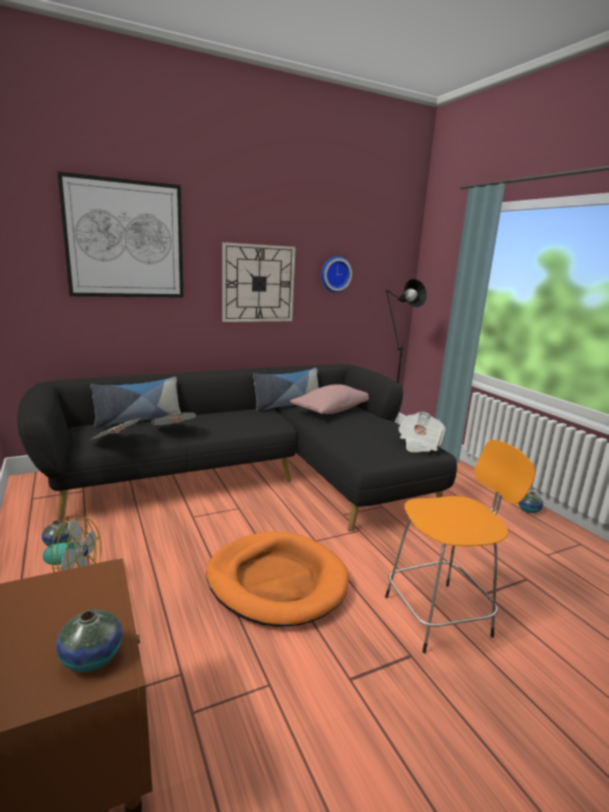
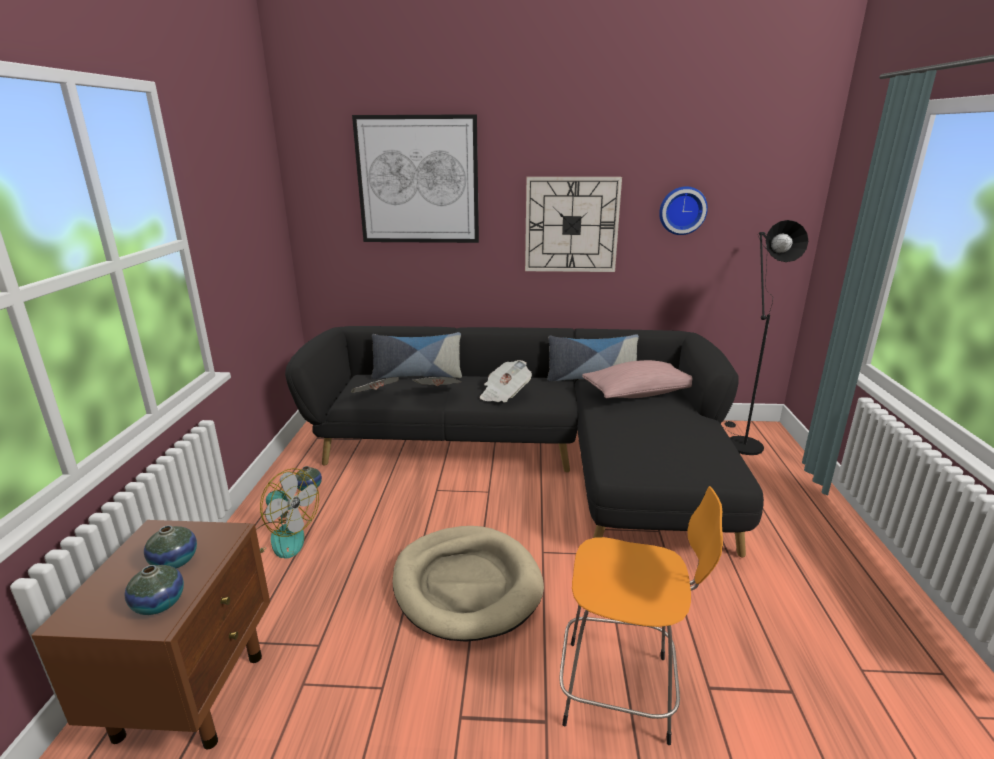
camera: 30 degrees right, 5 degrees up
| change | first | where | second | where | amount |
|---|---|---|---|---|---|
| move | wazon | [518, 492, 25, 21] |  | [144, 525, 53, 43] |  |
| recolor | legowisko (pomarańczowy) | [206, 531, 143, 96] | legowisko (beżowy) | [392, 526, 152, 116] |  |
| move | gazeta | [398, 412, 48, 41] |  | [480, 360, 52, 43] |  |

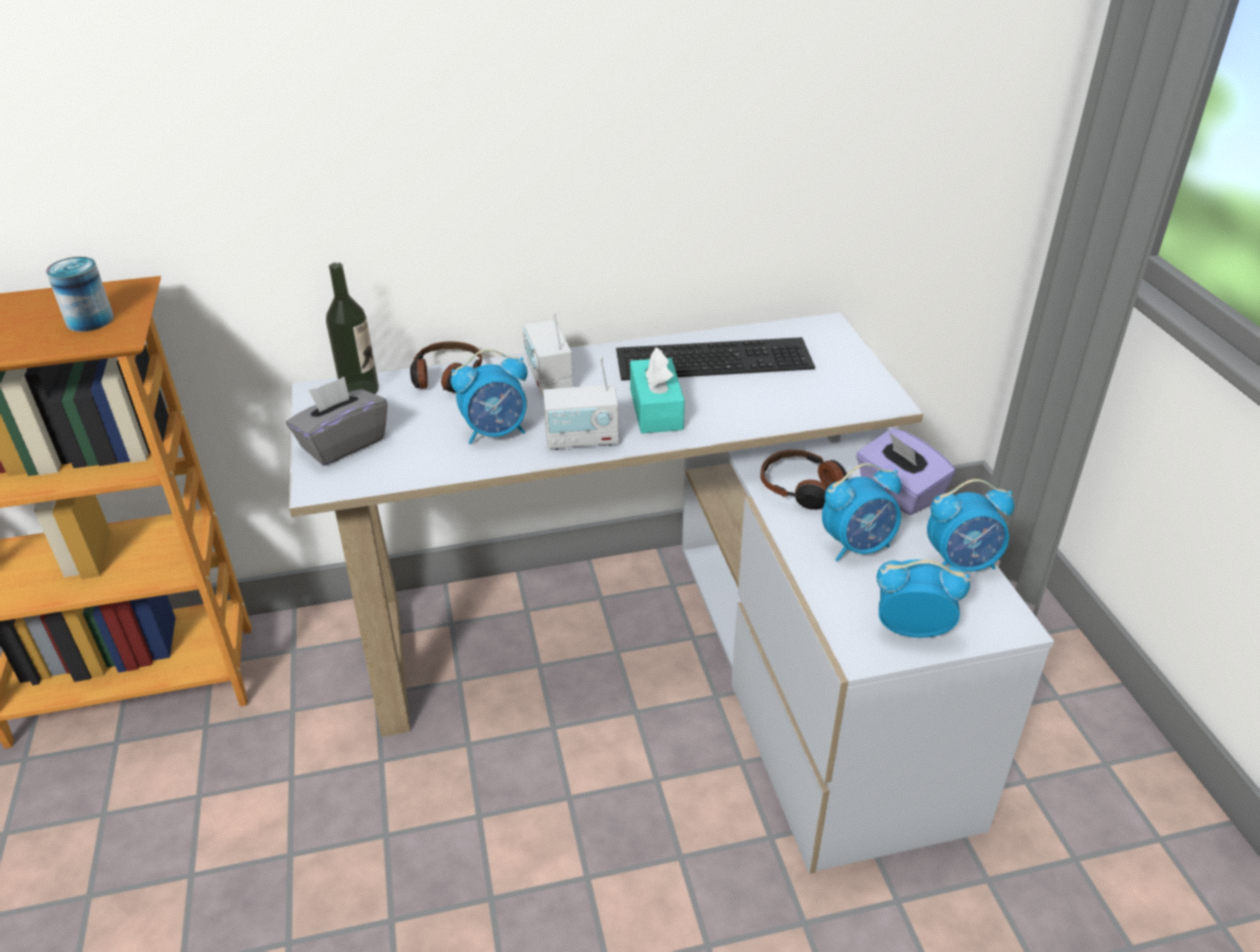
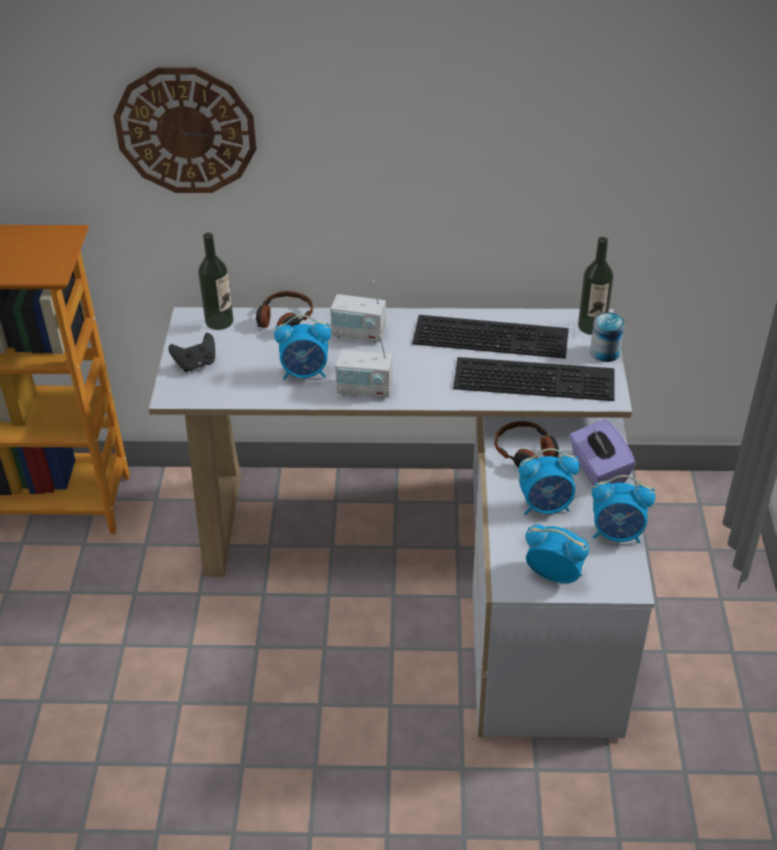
camera: 15 degrees right, 5 degrees up
| change | first | where | second | where | amount |
|---|---|---|---|---|---|
| insert |  |  | zegar ścienny | [113, 67, 144, 126] |  |
| replace | pudełko chusteczek (szary) | [286, 377, 102, 89] | pad do gier (czarny) | [168, 333, 47, 39] |  |
| rotate | radio | [523, 313, 50, 82] |  | [330, 281, 56, 62] | 75 degrees counterclockwise |
| insert |  |  | klawiatura | [453, 357, 162, 44] |  |
| insert |  |  | butelka | [578, 237, 35, 98] |  |
| move | puszka | [46, 257, 68, 75] |  | [590, 312, 34, 50] |  |
| delete | pudełko chusteczek (turkusowy) | [630, 348, 55, 85] |  |  |  |

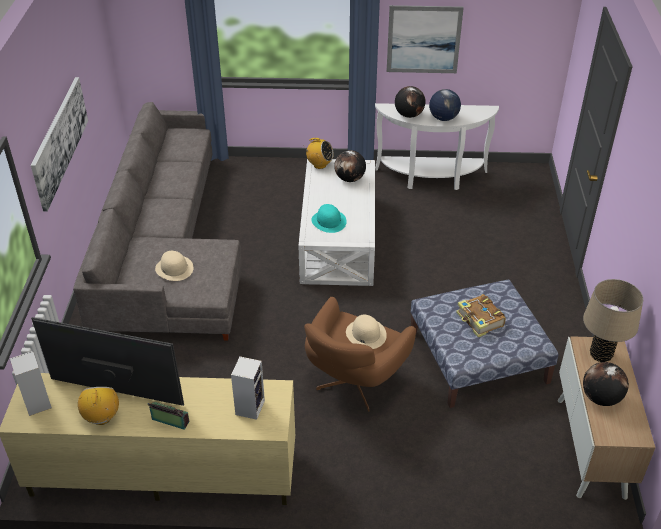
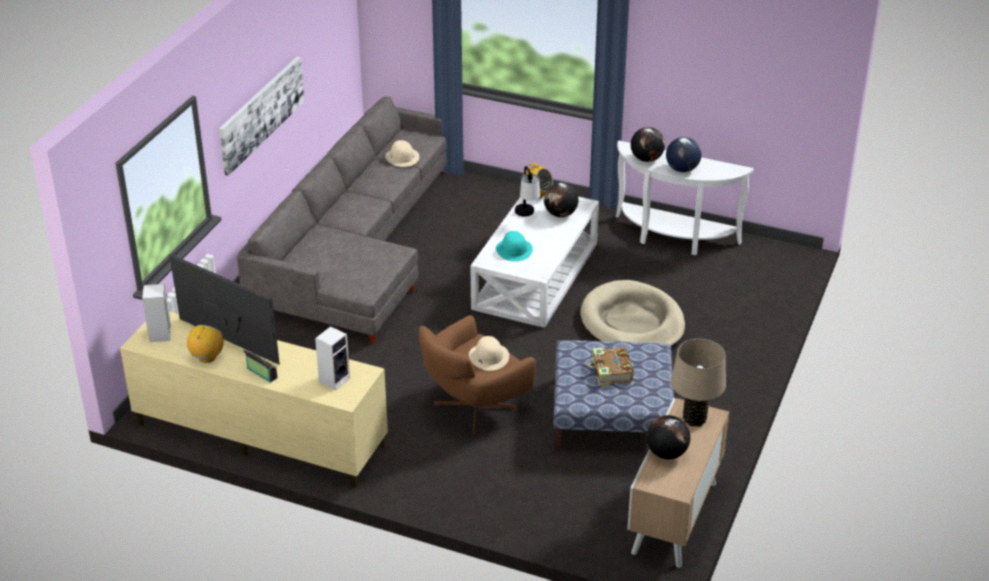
camera: 20 degrees right, 5 degrees down
| change | first | where | second | where | amount |
|---|---|---|---|---|---|
| move | kapelusz (beżowy) | [155, 251, 38, 30] |  | [385, 140, 34, 27] |  |
| insert |  |  | lampa stołowa | [515, 166, 25, 51] |  |
| insert |  |  | legowisko (beżowy) | [581, 280, 104, 68] |  |
| delete | obraz | [387, 5, 77, 68] |  |  |  |

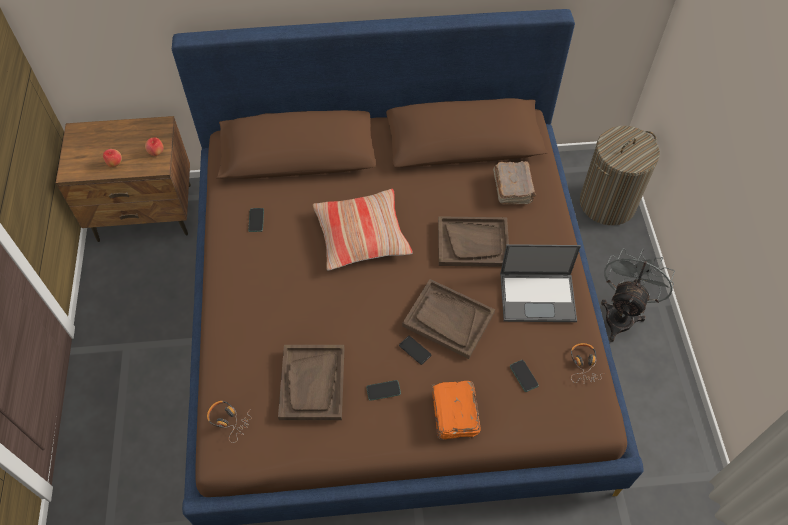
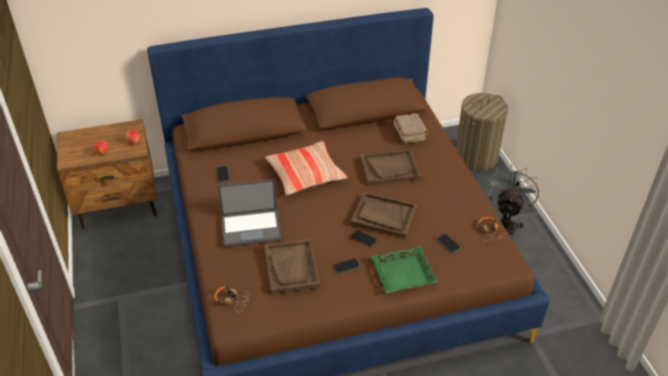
camera: 10 degrees left, 15 degrees down
| change | first | where | second | where | amount |
|---|---|---|---|---|---|
| move | laptop | [500, 244, 81, 78] |  | [217, 179, 64, 68] |  |
| replace | książka (pomarańczowy) | [431, 381, 50, 59] | taca (zielony) | [370, 246, 68, 47] |  |

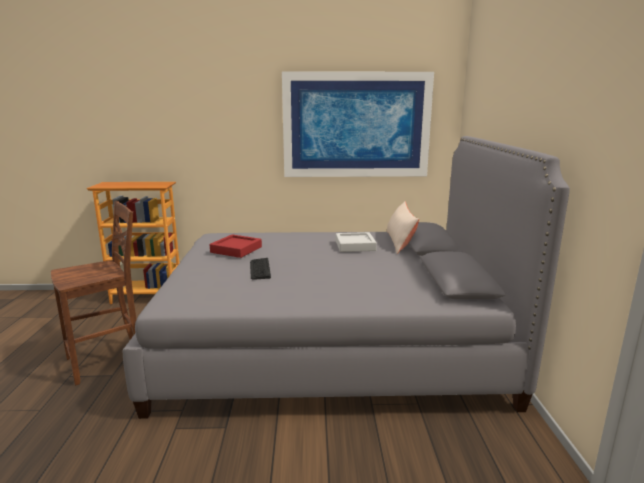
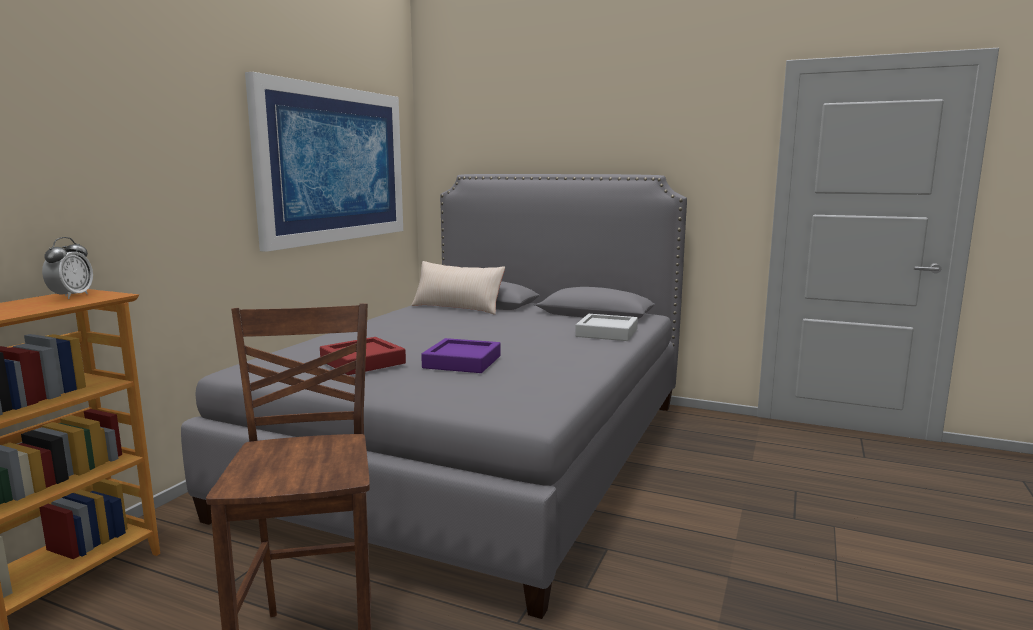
camera: 65 degrees left, 5 degrees down
| change | first | where | second | where | amount |
|---|---|---|---|---|---|
| insert |  |  | budzik | [42, 237, 51, 62] |  |
| replace | klawiatura | [250, 258, 21, 22] | taca (fioletowy) | [421, 338, 80, 35] |  |
| move | taca (szary) | [336, 232, 41, 20] |  | [575, 314, 63, 27] |  |

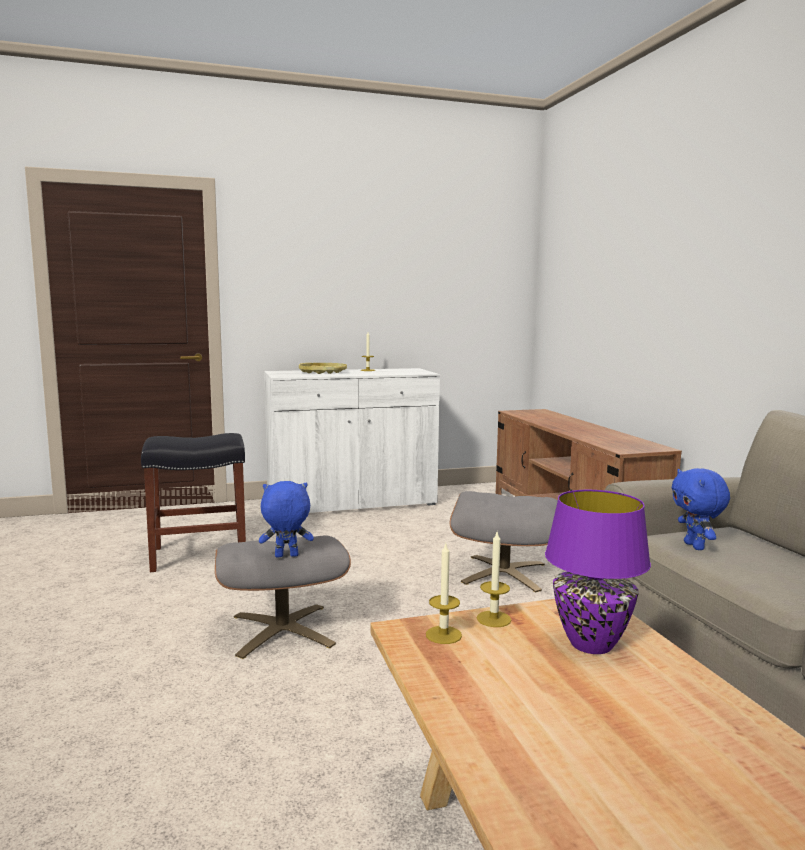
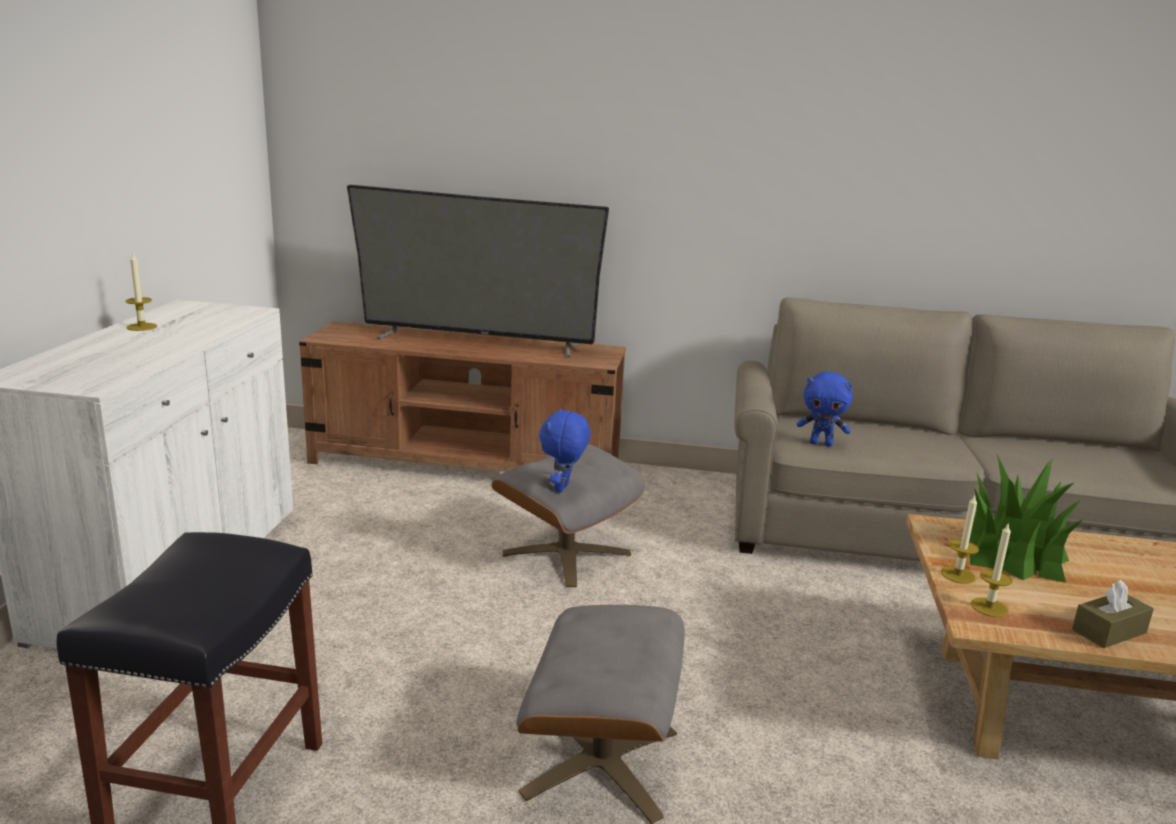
camera: 65 degrees left, 10 degrees up
| change | first | where | second | where | amount |
|---|---|---|---|---|---|
| insert |  |  | telewizor | [347, 185, 262, 172] |  |
| move | pluszak (niebieski) | [259, 481, 55, 76] |  | [539, 408, 51, 85] |  |
| replace | lampa stołowa (fioletowy) | [545, 490, 106, 164] | roślina doniczkowa | [969, 454, 115, 129] |  |
| insert |  |  | pudełko chusteczek (brązowy) | [1072, 580, 82, 68] |  |
| delete | taca (żółty) | [299, 363, 48, 11] |  |  |  |

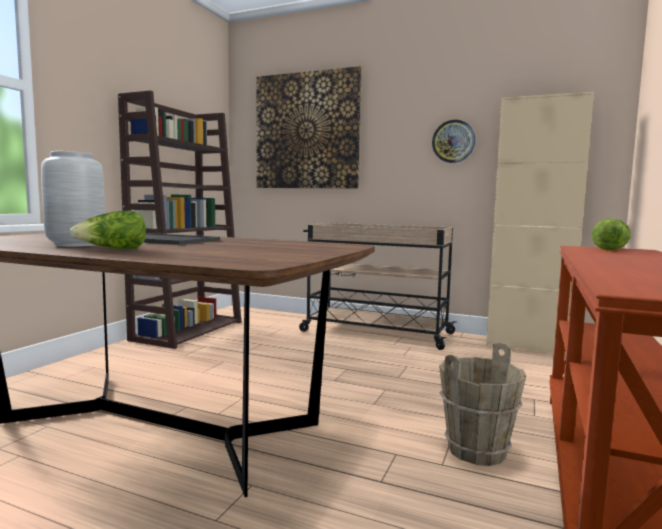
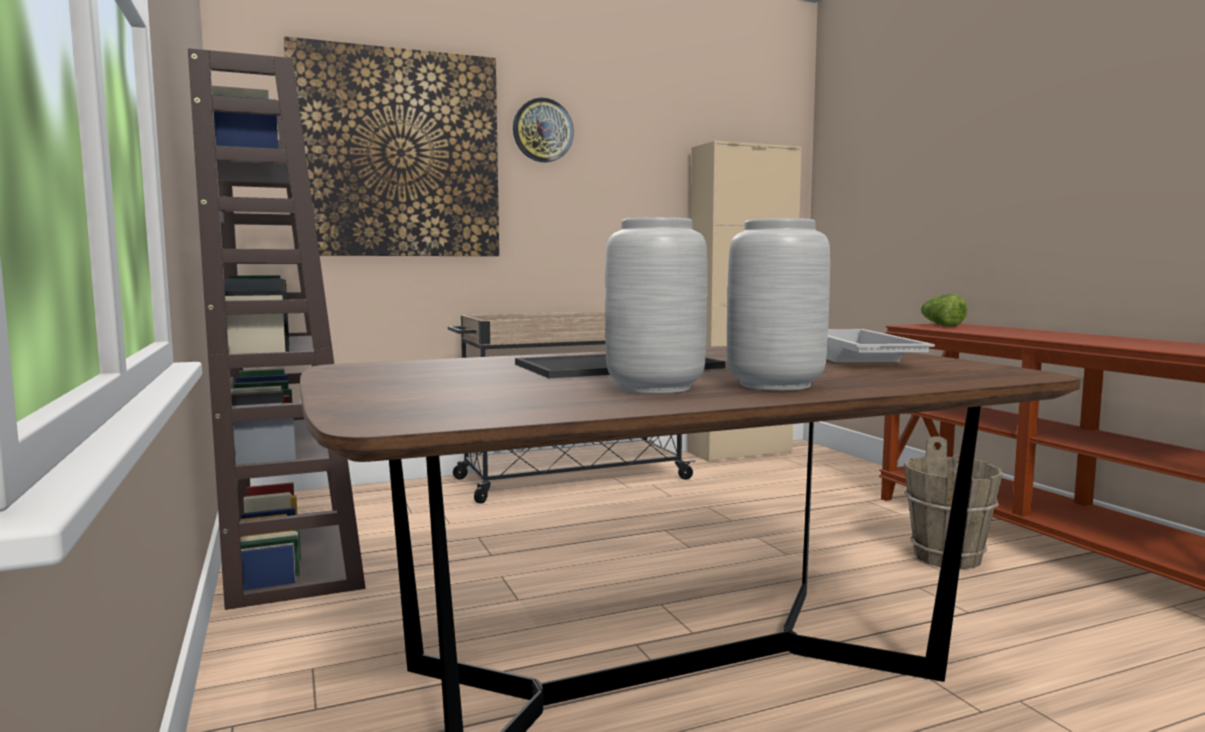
camera: 45 degrees left, 0 degrees up
| change | first | where | second | where | amount |
|---|---|---|---|---|---|
| move | zegar ścienny | [432, 120, 43, 43] |  | [513, 98, 61, 64] |  |
| replace | sałata | [70, 211, 76, 38] | wazon (szary) | [727, 218, 103, 173] |  |
| insert |  |  | taca (biały) | [826, 329, 109, 33] |  |

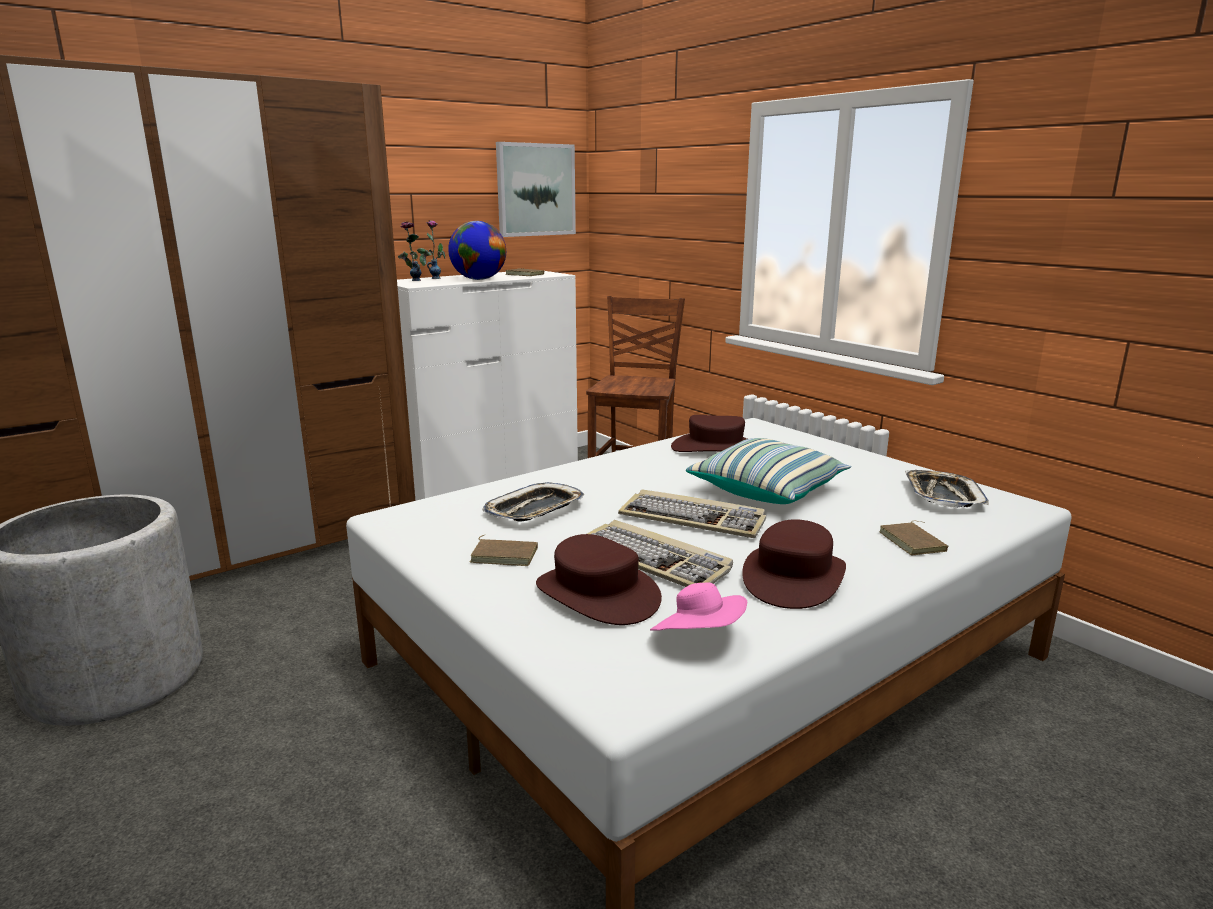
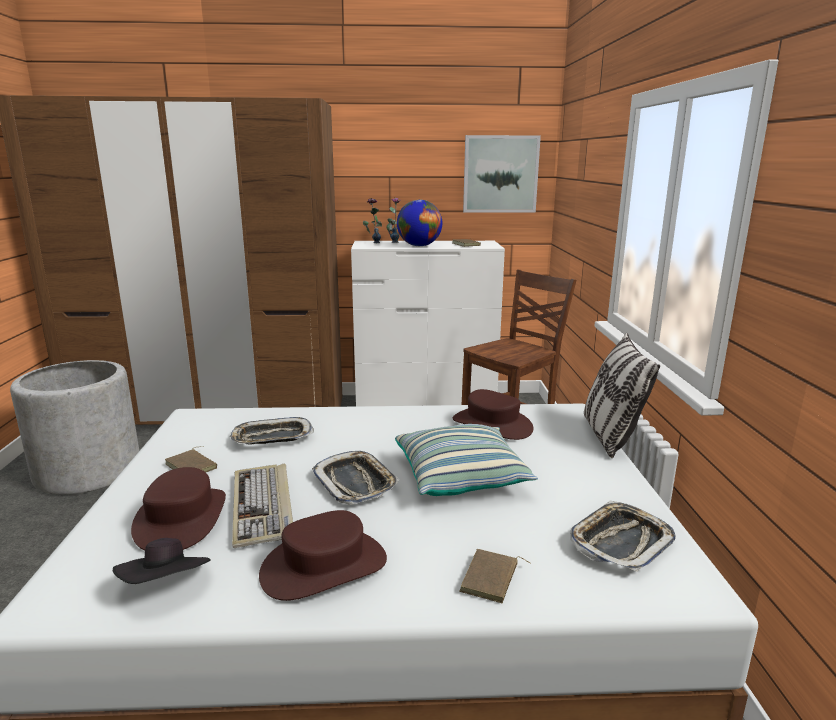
camera: 35 degrees right, 0 degrees up
| change | first | where | second | where | amount |
|---|---|---|---|---|---|
| recolor | kapelusz (różowy) | [650, 583, 97, 48] | kapelusz (czarny) | [113, 538, 97, 46] |  |
| replace | klawiatura | [618, 489, 148, 49] | taca | [312, 451, 88, 54] |  |
| insert |  |  | poduszka | [584, 333, 76, 125] |  |

